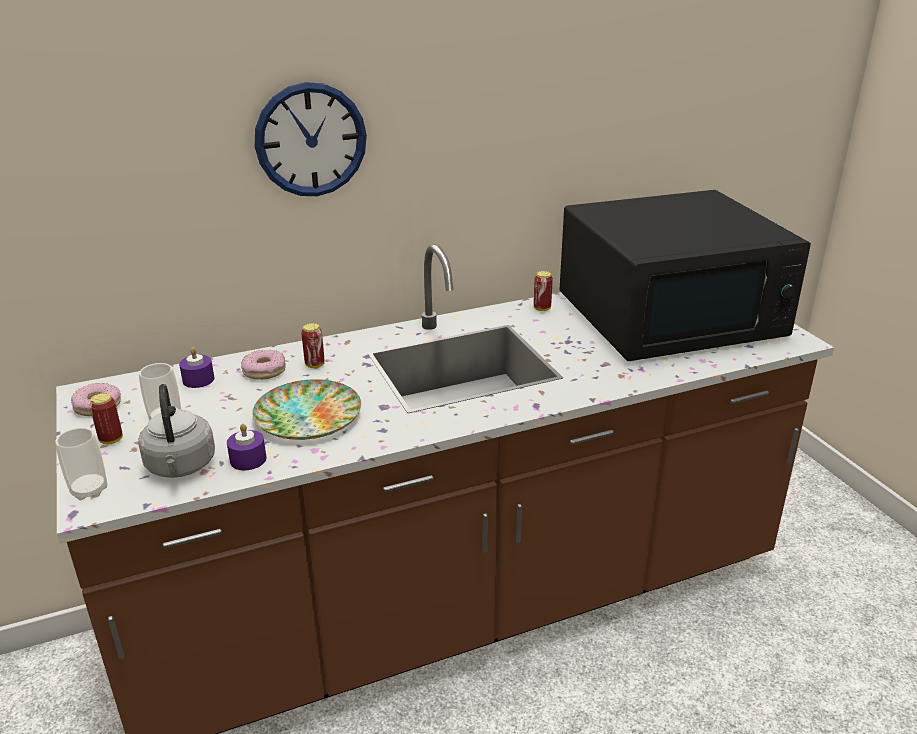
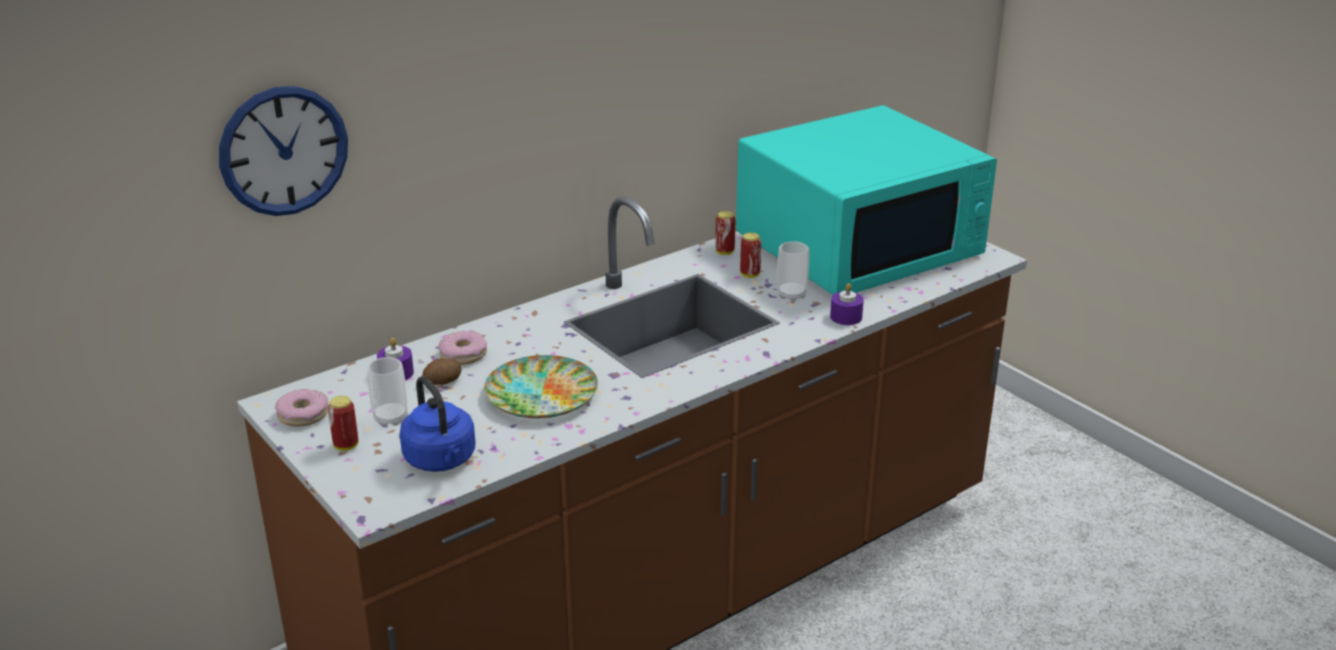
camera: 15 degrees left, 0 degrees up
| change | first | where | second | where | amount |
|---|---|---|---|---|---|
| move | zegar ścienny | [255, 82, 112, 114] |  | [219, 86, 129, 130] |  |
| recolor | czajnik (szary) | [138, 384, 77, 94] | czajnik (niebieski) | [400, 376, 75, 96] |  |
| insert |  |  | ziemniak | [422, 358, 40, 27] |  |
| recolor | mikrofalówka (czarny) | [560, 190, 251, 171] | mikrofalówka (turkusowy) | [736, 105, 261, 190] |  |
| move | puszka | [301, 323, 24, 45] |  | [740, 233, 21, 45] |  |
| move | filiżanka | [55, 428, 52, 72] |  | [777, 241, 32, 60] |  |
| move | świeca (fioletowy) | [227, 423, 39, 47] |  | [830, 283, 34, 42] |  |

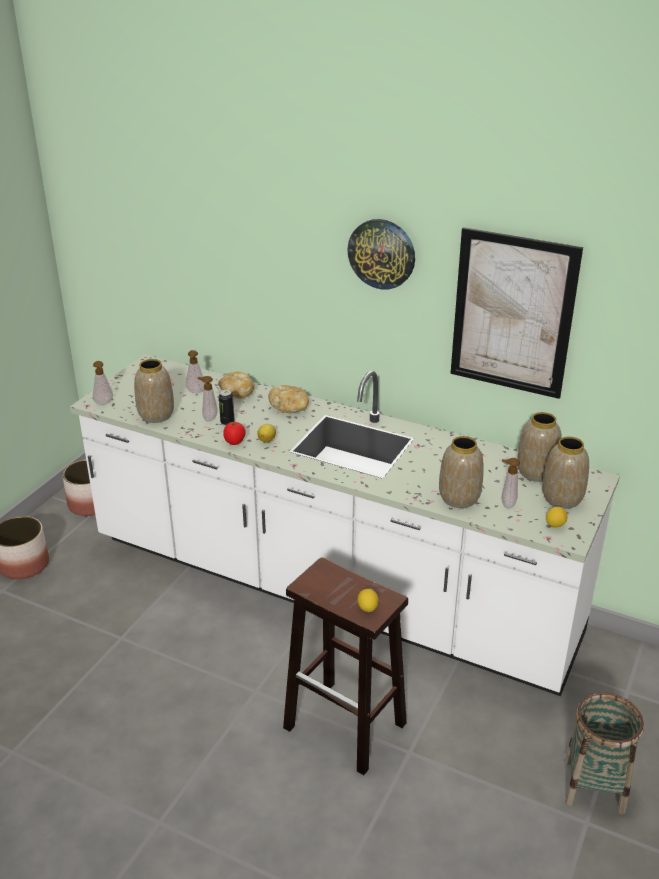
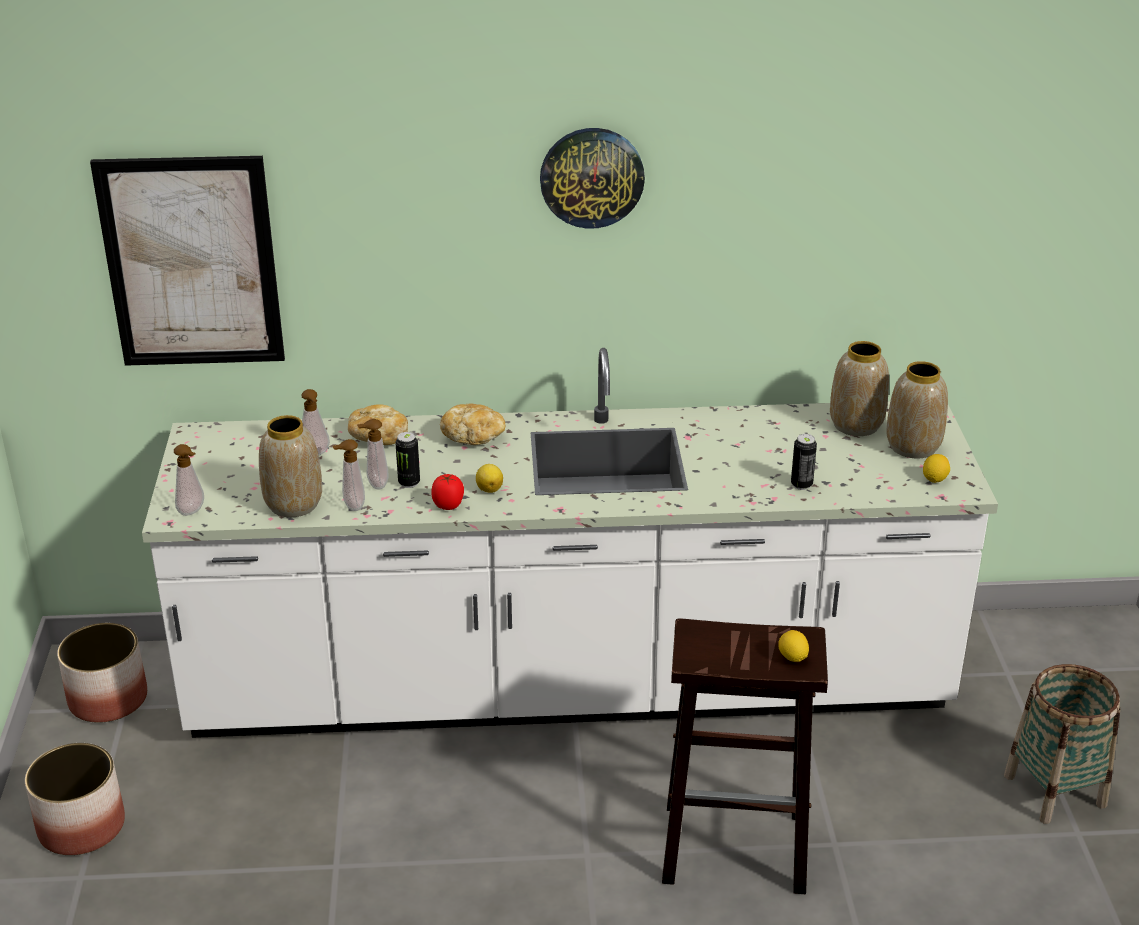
camera: 30 degrees left, 0 degrees up
| change | first | where | second | where | amount |
|---|---|---|---|---|---|
| move | obraz | [450, 227, 133, 172] |  | [90, 156, 195, 210] |  |
| move | dozownik mydła | [502, 458, 18, 50] |  | [333, 439, 32, 72] |  |
| replace | wazon | [439, 436, 45, 72] | puszka | [791, 434, 26, 56] |  |

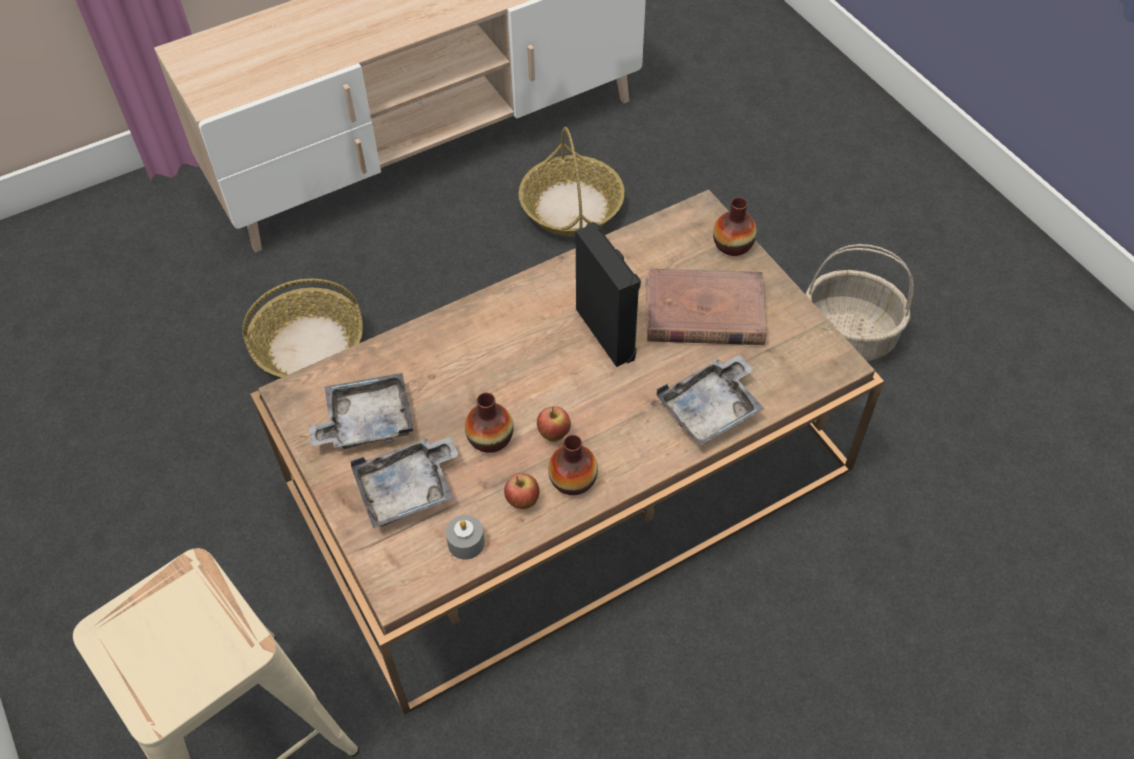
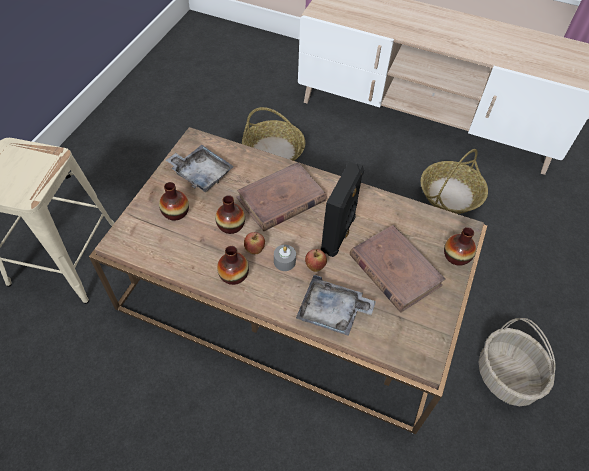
camera: 50 degrees right, 0 degrees up
| change | first | where | second | where | amount |
|---|---|---|---|---|---|
| replace | taca (szary) | [351, 437, 108, 91] | wazon | [159, 182, 30, 38] |  |
| insert |  |  | książka (brązowy) | [236, 162, 91, 69] |  |
| move | świeca (szary) | [446, 515, 39, 44] |  | [274, 245, 22, 26] |  |
| move | jabłko | [504, 473, 35, 36] |  | [305, 249, 22, 23] |  |

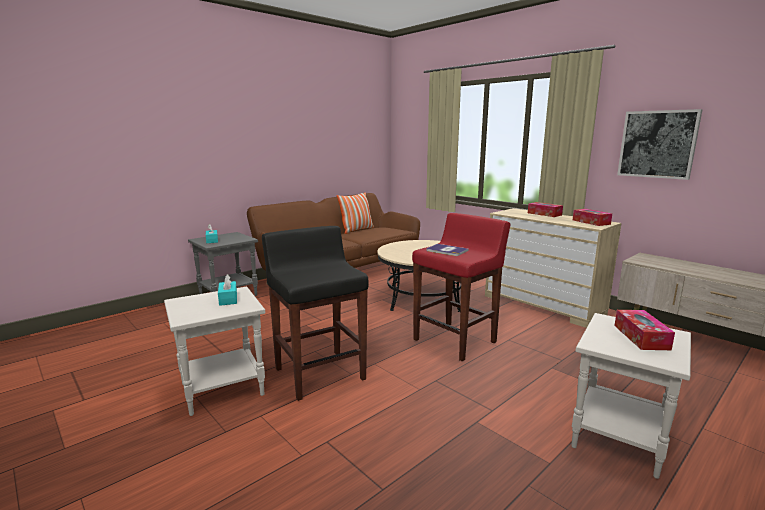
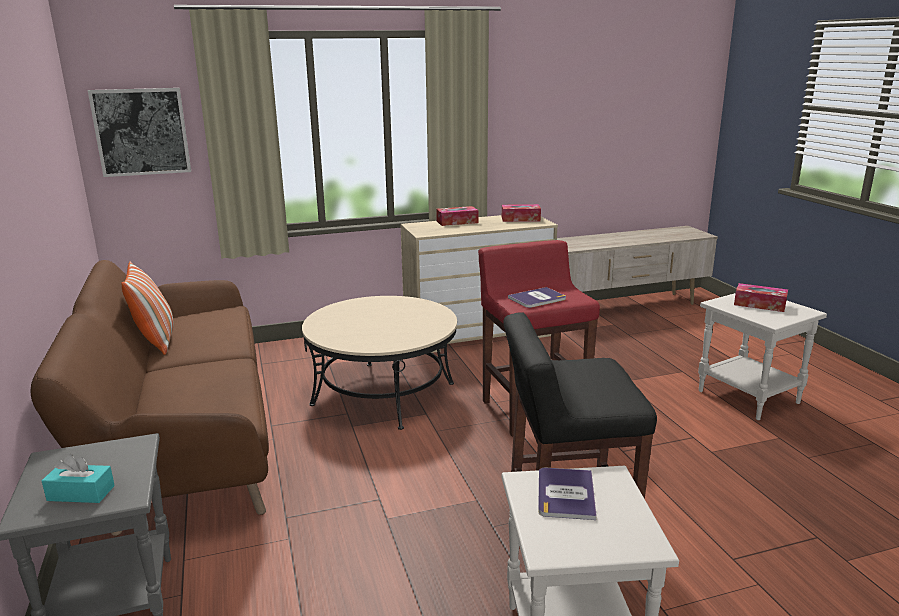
camera: 65 degrees left, 5 degrees up
| change | first | where | second | where | amount |
|---|---|---|---|---|---|
| move | obraz | [617, 109, 86, 71] |  | [88, 88, 103, 89] |  |
| replace | pudełko chusteczek (turkusowy) | [218, 274, 19, 32] | książka | [538, 467, 59, 53] |  |

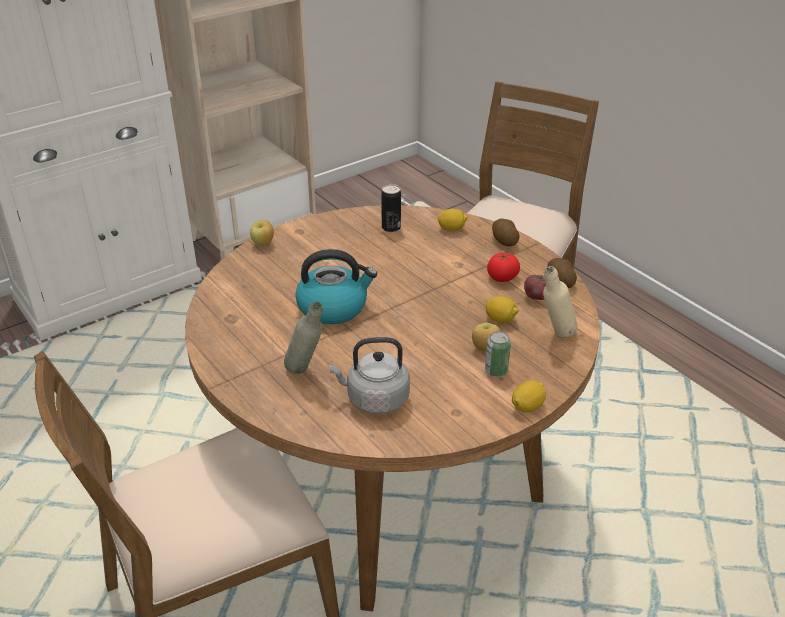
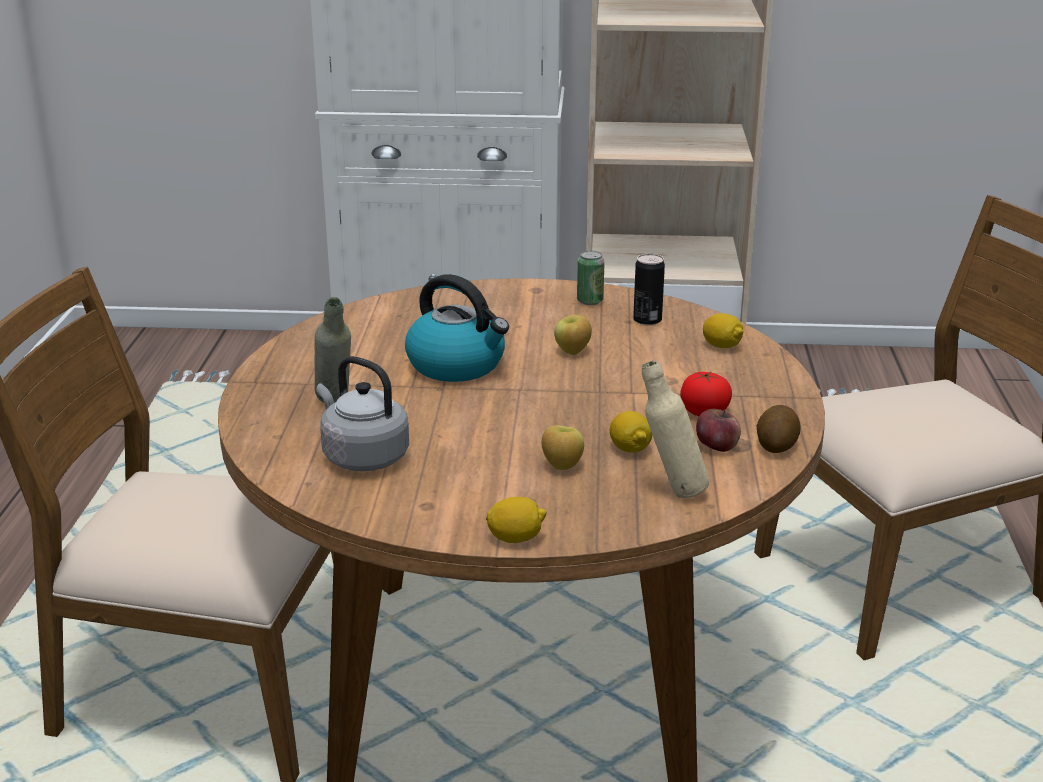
camera: 40 degrees right, 10 degrees down
| change | first | where | second | where | amount |
|---|---|---|---|---|---|
| move | jabłko | [250, 220, 24, 26] |  | [554, 315, 38, 40] |  |
| move | puszka | [485, 331, 26, 46] |  | [577, 251, 28, 54] |  |
| delete | ziemniak | [492, 219, 27, 28] |  |  |  |

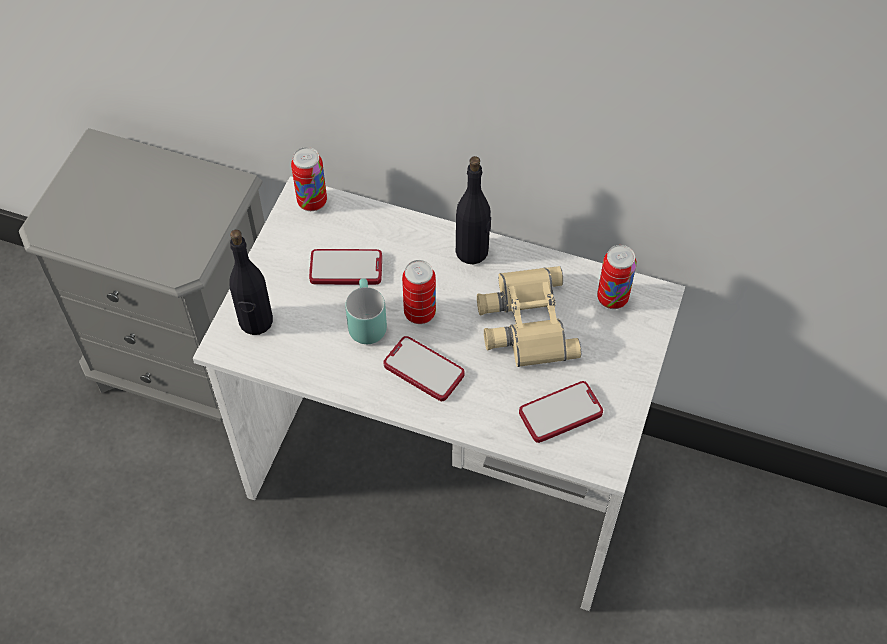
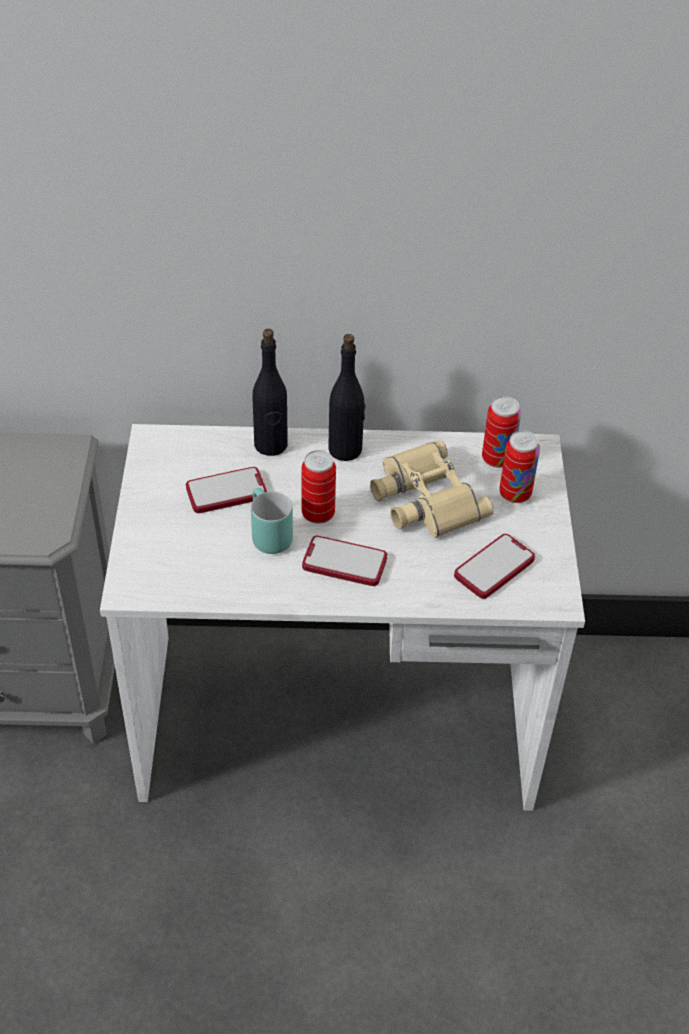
camera: 20 degrees left, 10 degrees down
| change | first | where | second | where | amount |
|---|---|---|---|---|---|
| move | butelka (czarny) | [229, 230, 44, 105] |  | [253, 329, 35, 127] |  |
| move | puszka | [291, 147, 36, 64] |  | [499, 431, 41, 72] |  |

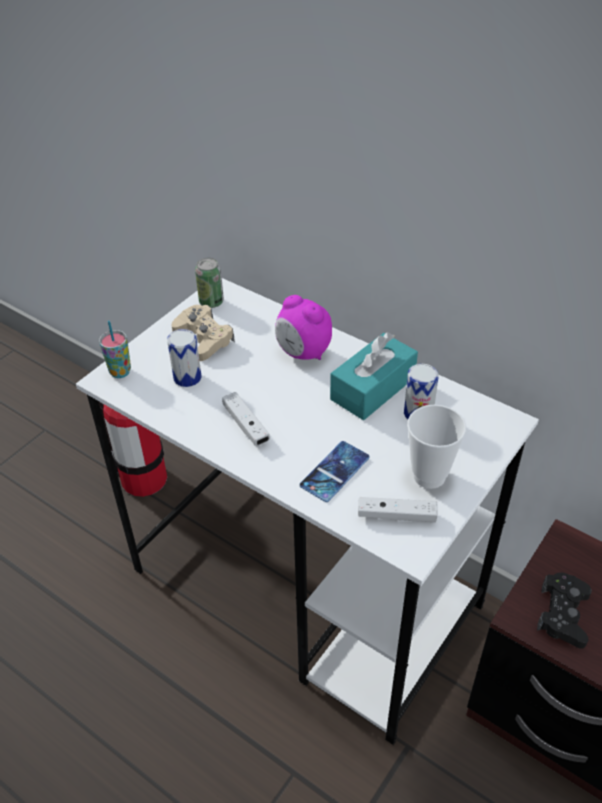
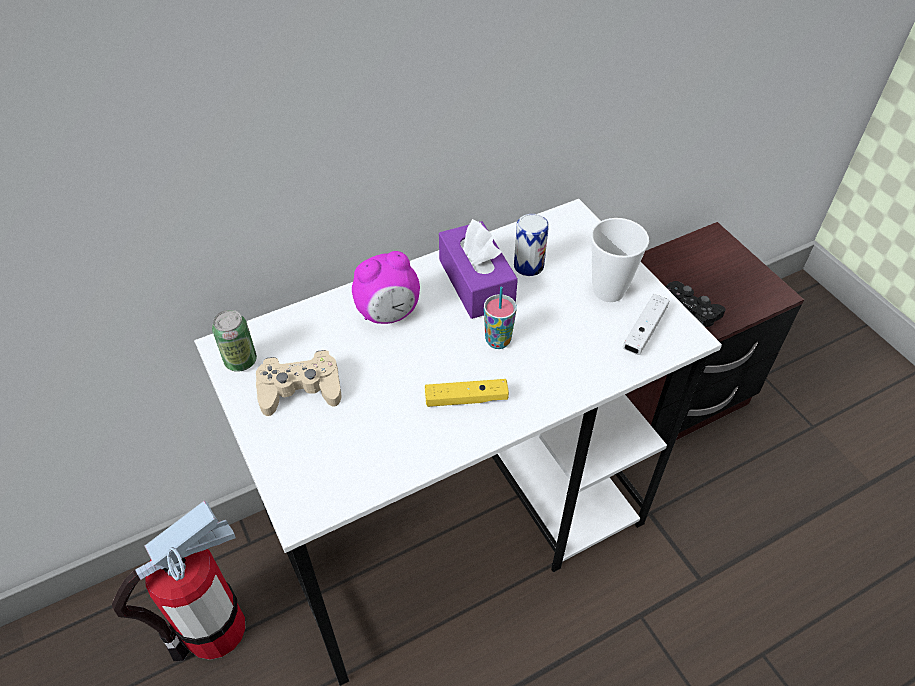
camera: 65 degrees left, 5 degrees up
| change | first | where | second | where | amount |
|---|---|---|---|---|---|
| recolor | pad do gier (biały) | [222, 392, 48, 54] | pad do gier (żółty) | [425, 379, 84, 28] |  |
| recolor | pudełko chusteczek (turkusowy) | [330, 332, 88, 88] | pudełko chusteczek (fioletowy) | [439, 219, 79, 100] |  |
| move | filiżanka | [99, 321, 32, 57] |  | [484, 287, 33, 62] |  |
| delete | puszka | [167, 329, 35, 58] |  |  |  |
| delete | telefon | [300, 441, 69, 61] |  |  |  |

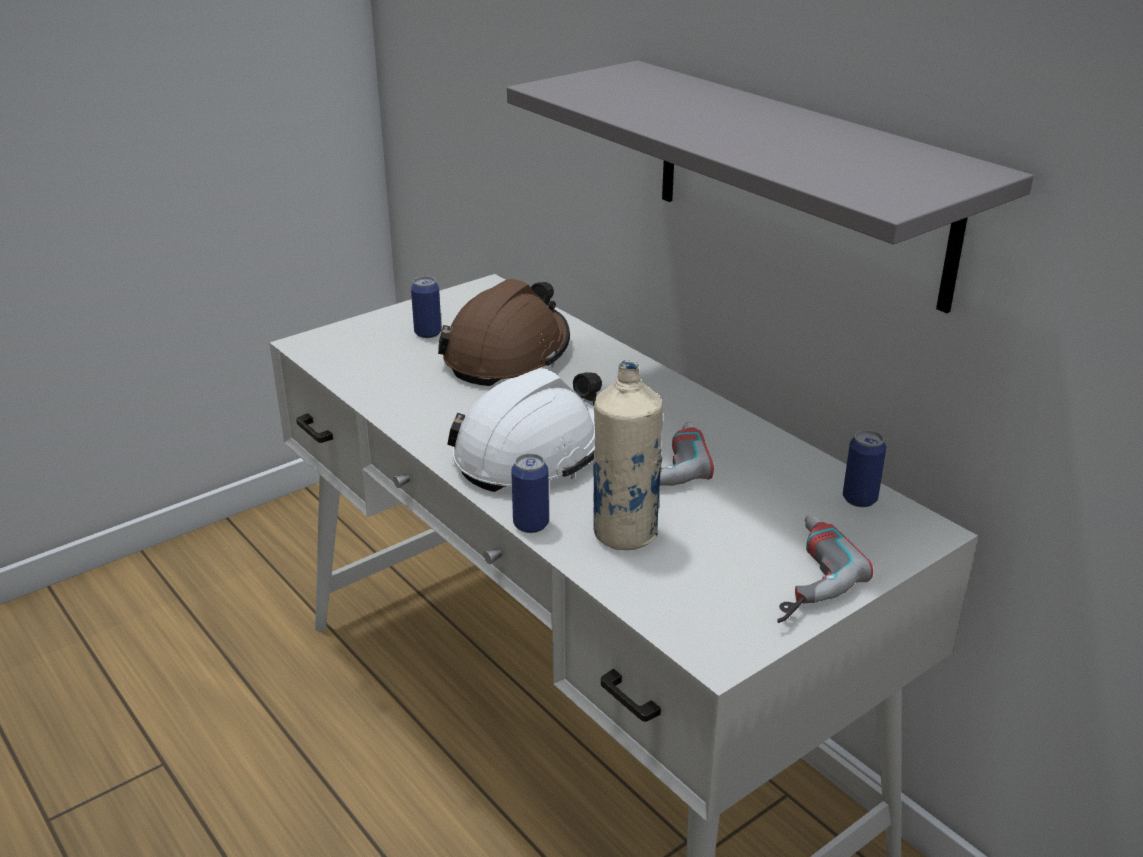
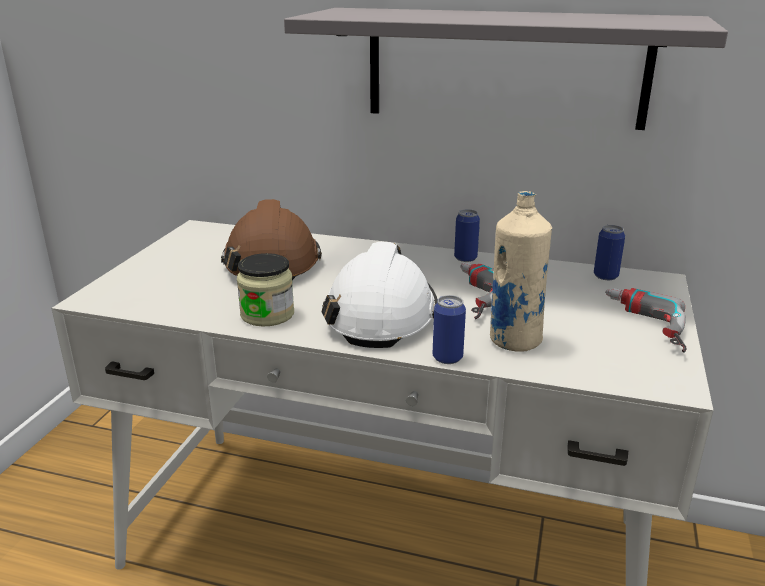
camera: 35 degrees left, 5 degrees down
| change | first | where | second | where | amount |
|---|---|---|---|---|---|
| insert |  |  | słoik | [237, 253, 57, 74] |  |
| move | puszka | [411, 276, 31, 62] |  | [454, 209, 26, 53] |  |

